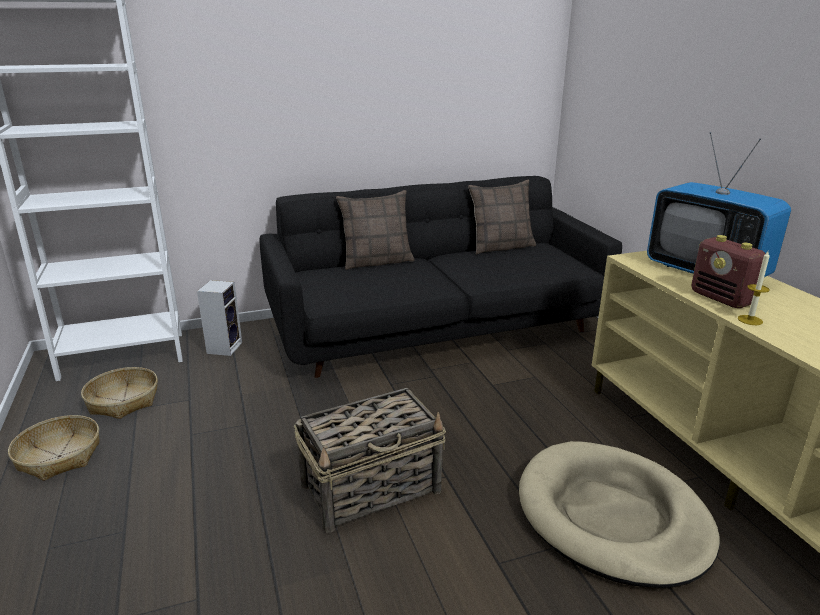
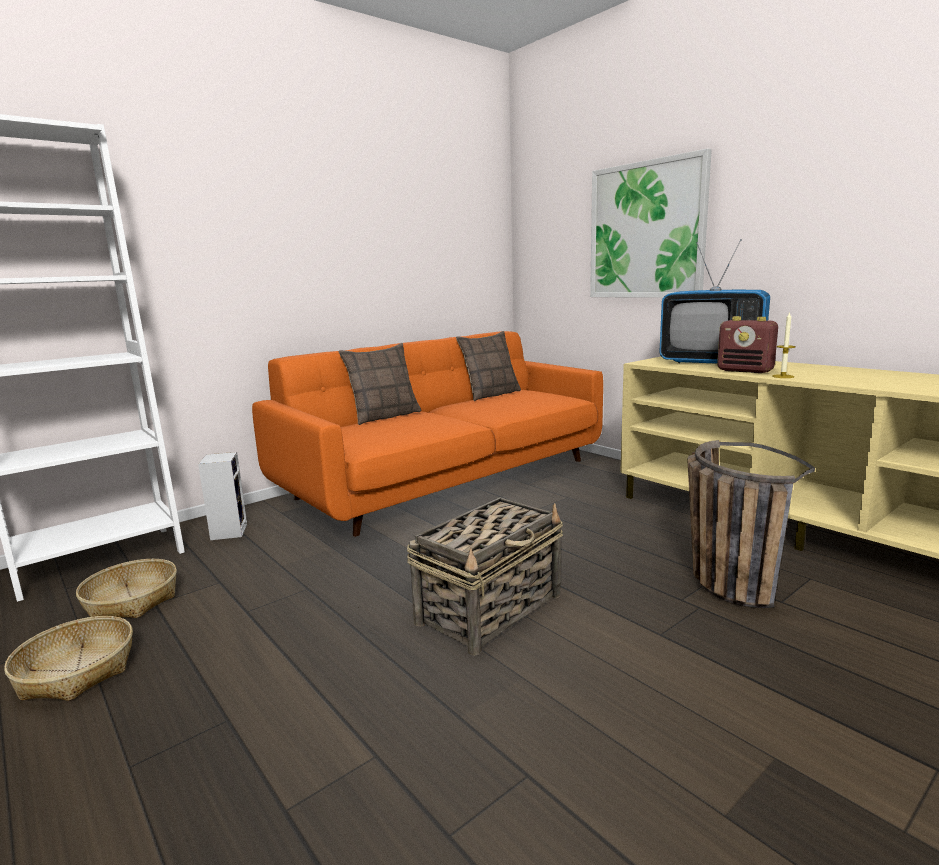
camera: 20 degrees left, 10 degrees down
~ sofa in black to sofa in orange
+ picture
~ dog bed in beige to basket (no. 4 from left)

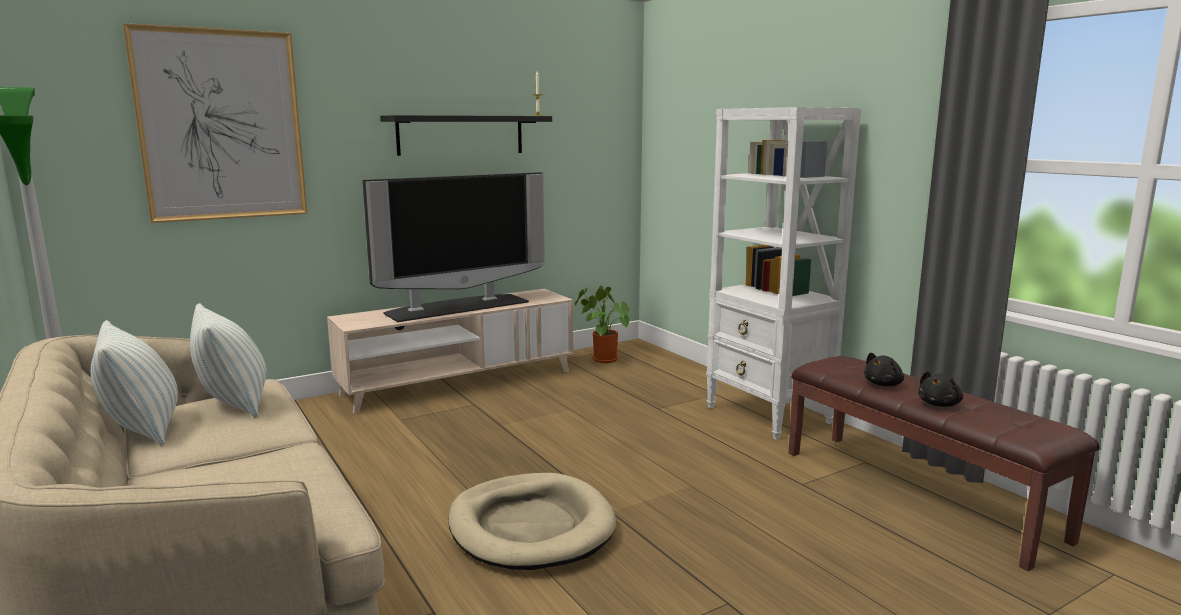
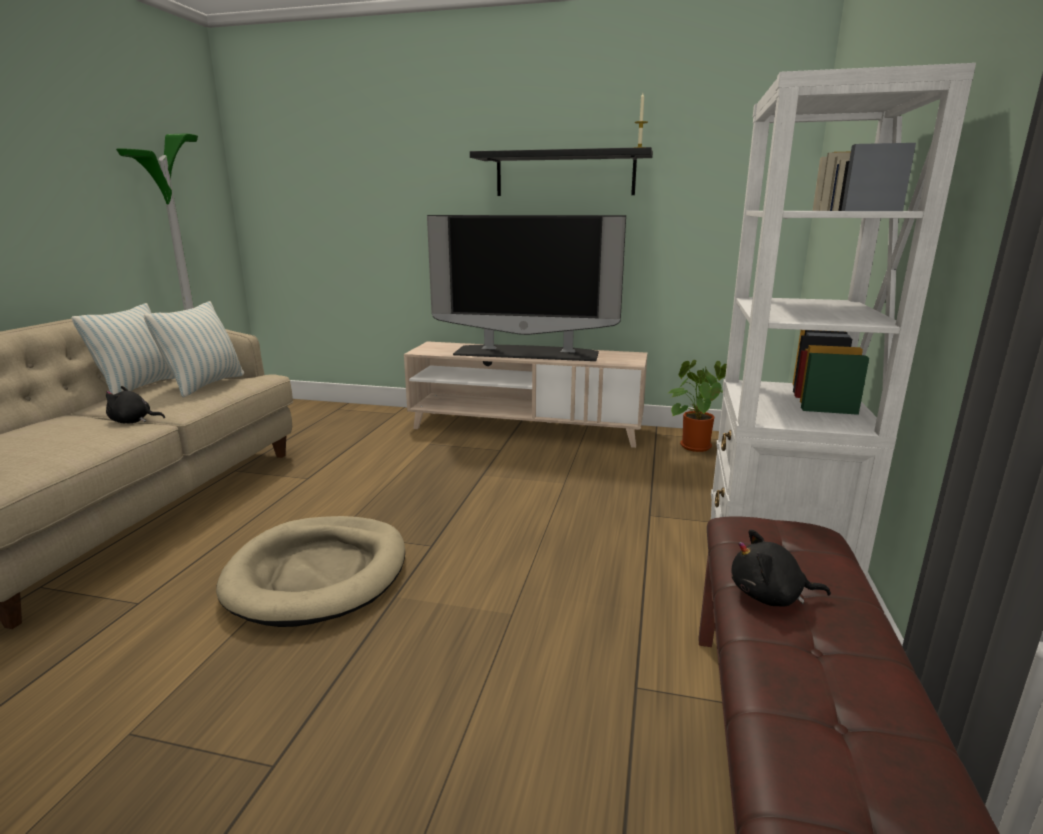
camera: 45 degrees right, 5 degrees up
~ plush toy in black (no. 2 from left in the first image) to plush toy in black (no. 1 from left)
- picture

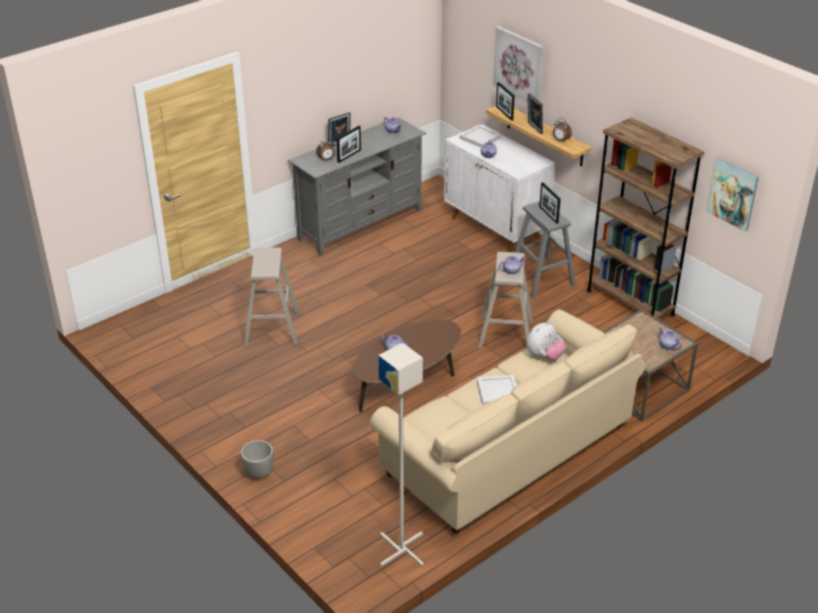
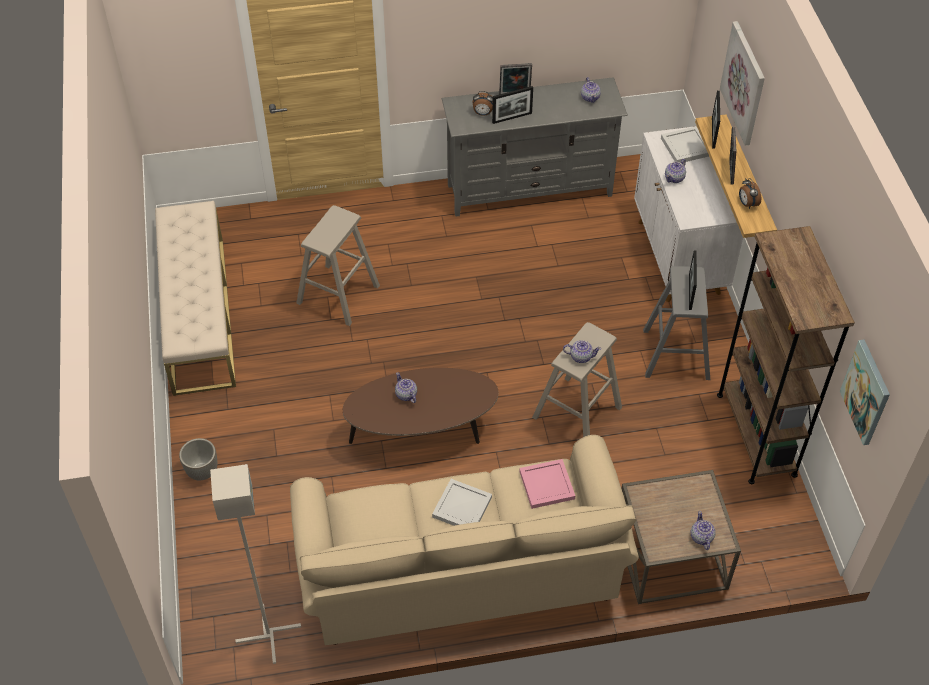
camera: 30 degrees right, 15 degrees up
+ bench in beige
~ plush toy to tray in pink

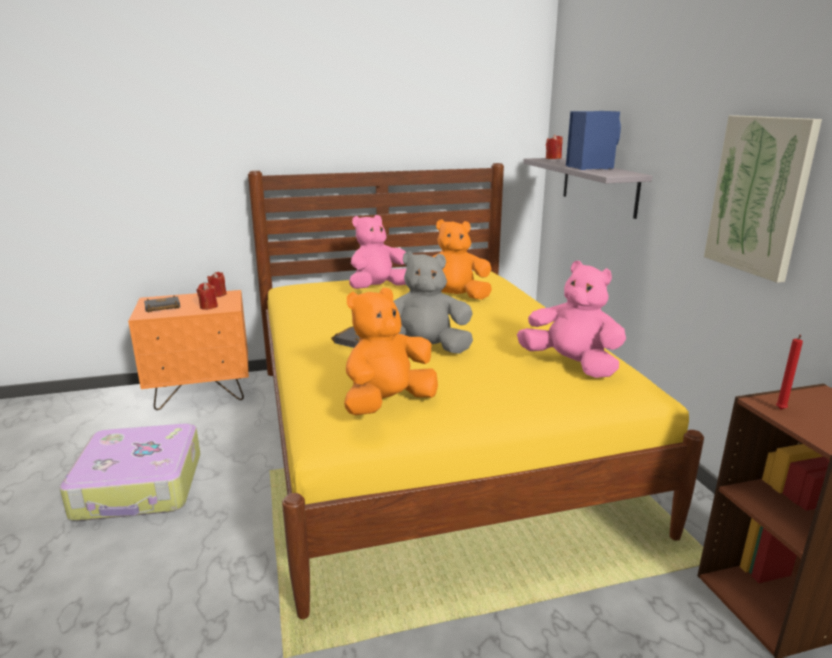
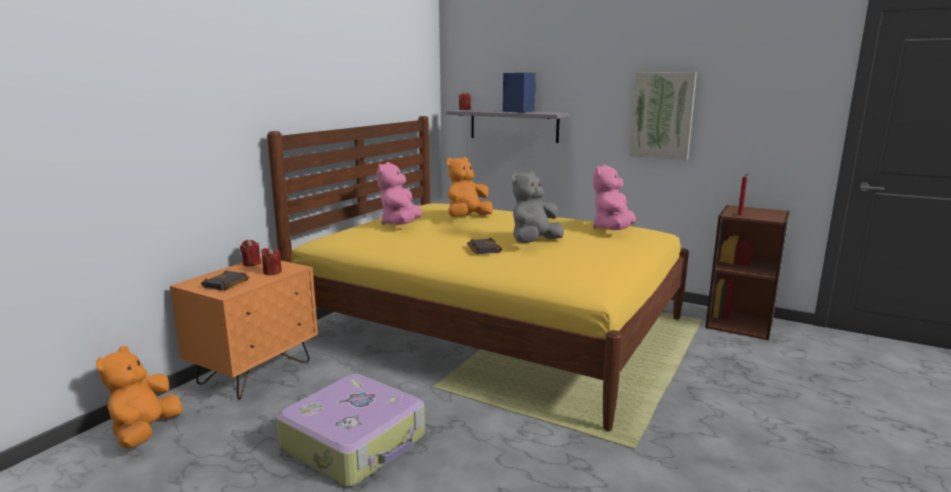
camera: 45 degrees left, 5 degrees down
~ plush toy in orange (no. 1 from left)
~ plush toy in pink (no. 2 from left) 60 degrees counterclockwise

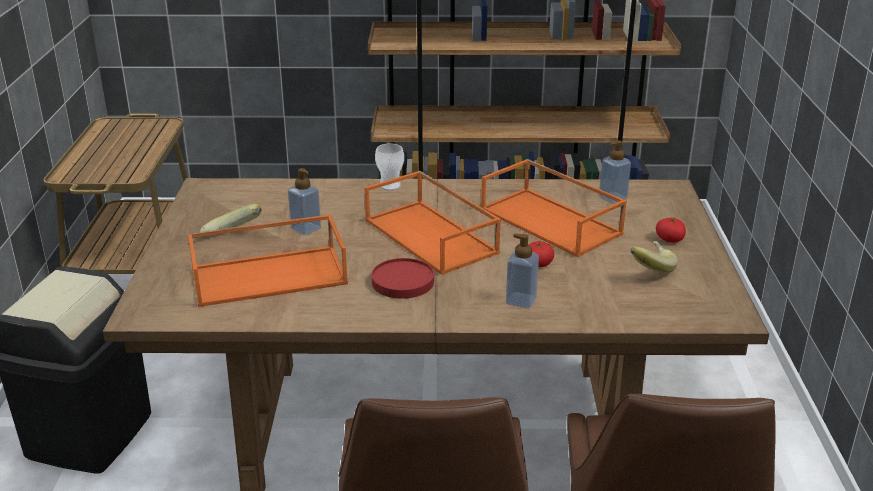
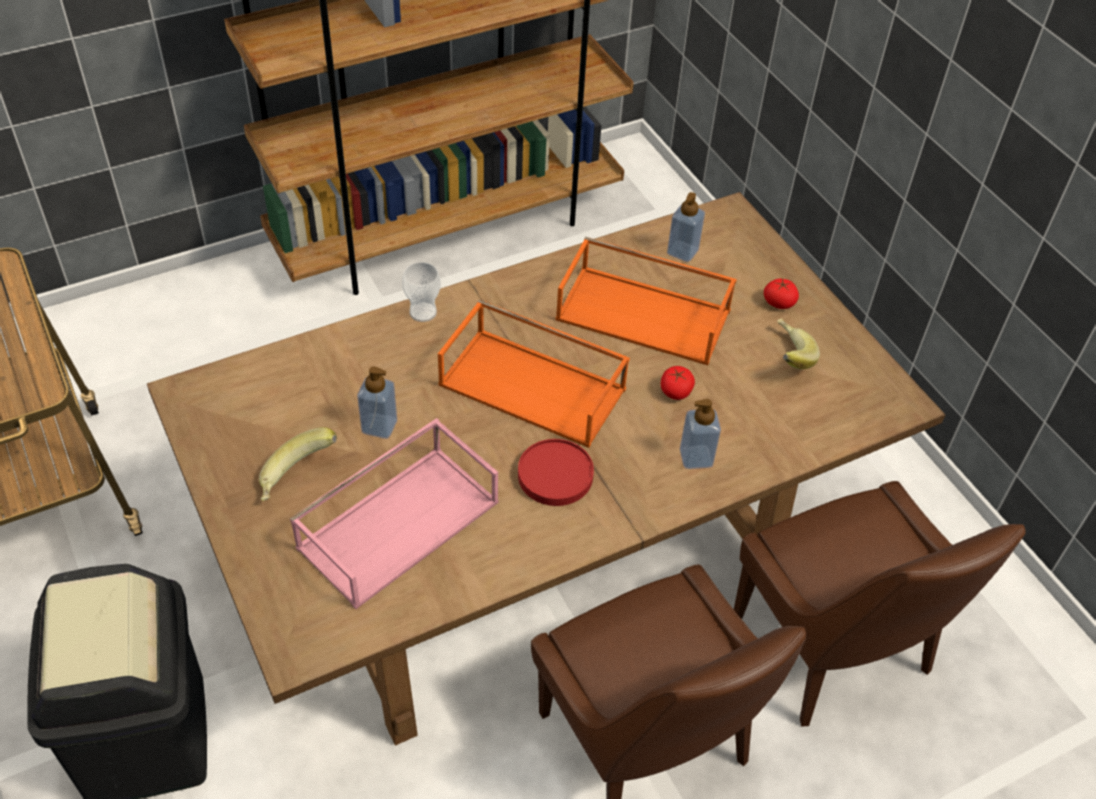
camera: 30 degrees left, 20 degrees up
~ tray in orange (no. 1 from left) to tray in pink

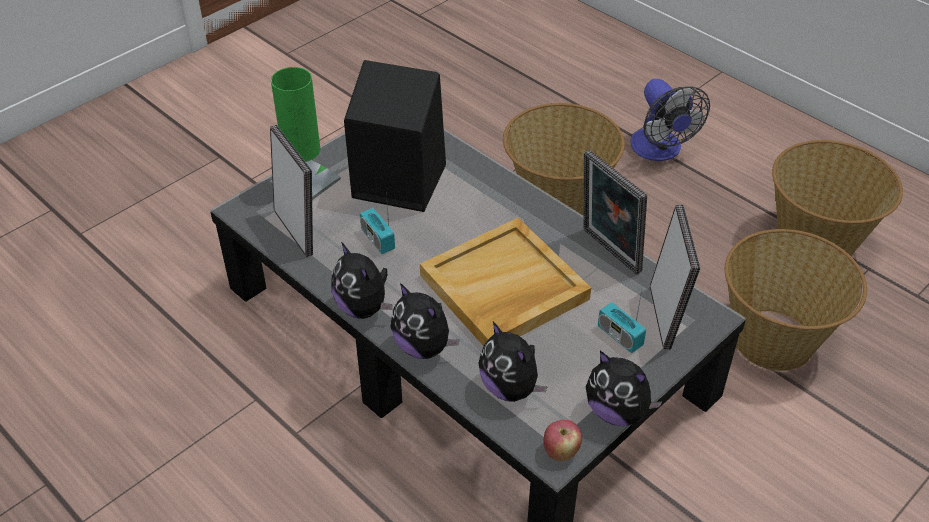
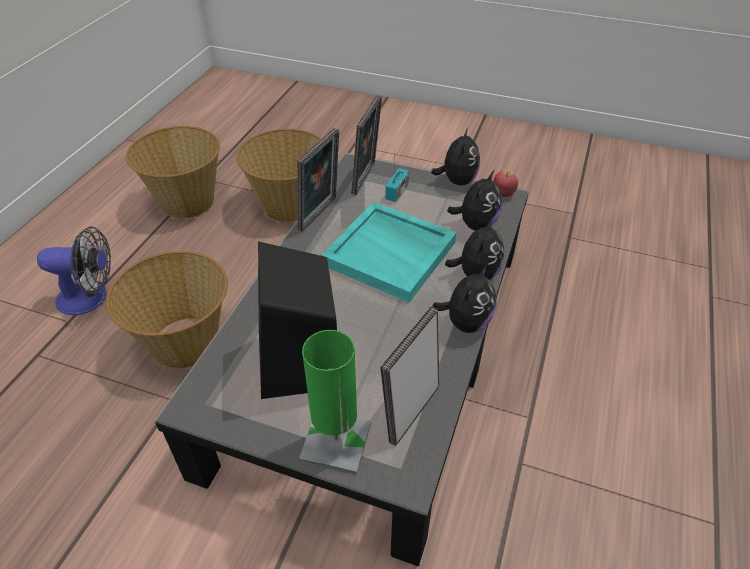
camera: 115 degrees left, 0 degrees up
~ fan 45 degrees clockwise
~ tray in beige to tray in turquoise
~ picture frame (no. 3 from left in the first image) 135 degrees clockwise
- radio (no. 1 from left)

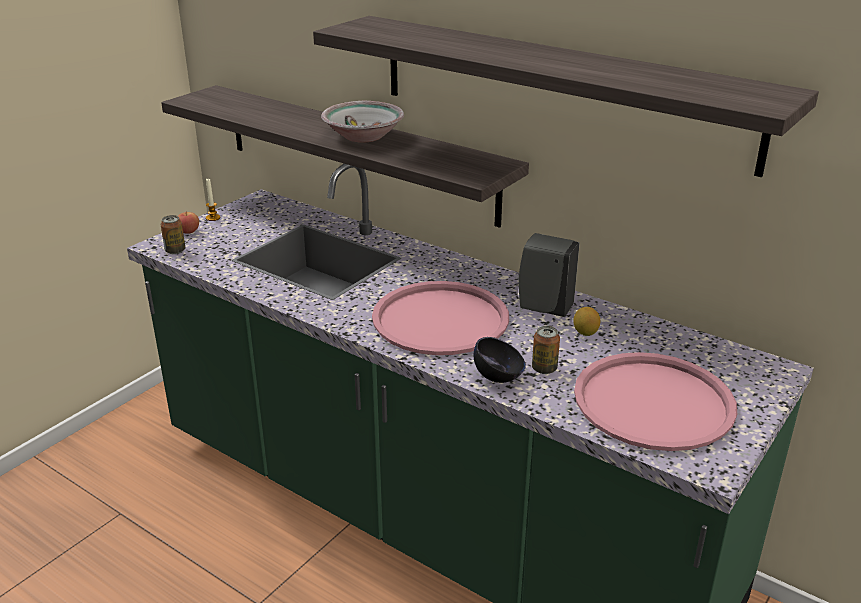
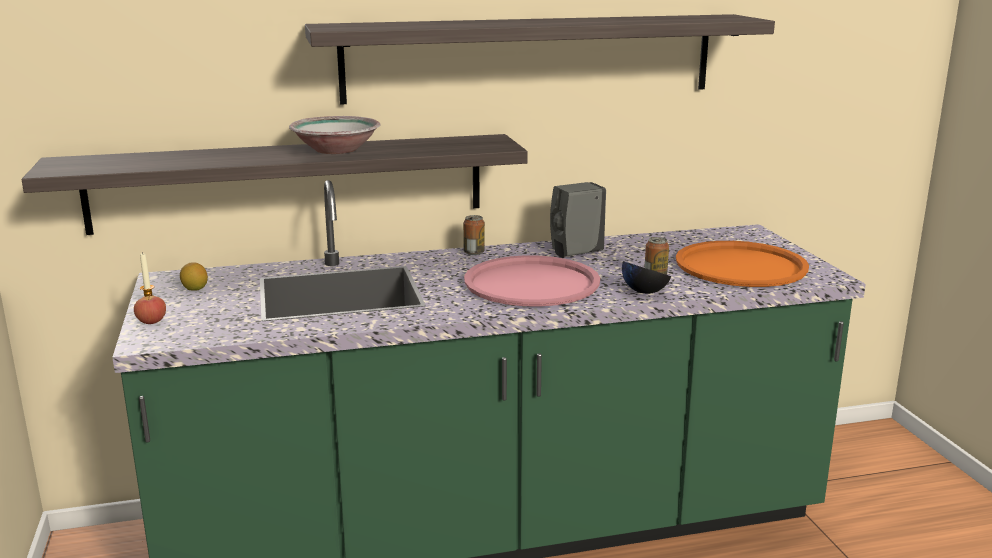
camera: 50 degrees left, 10 degrees down
~ lemon
~ can (no. 1 from left)
~ tray in pink (no. 2 from left) to tray in orange

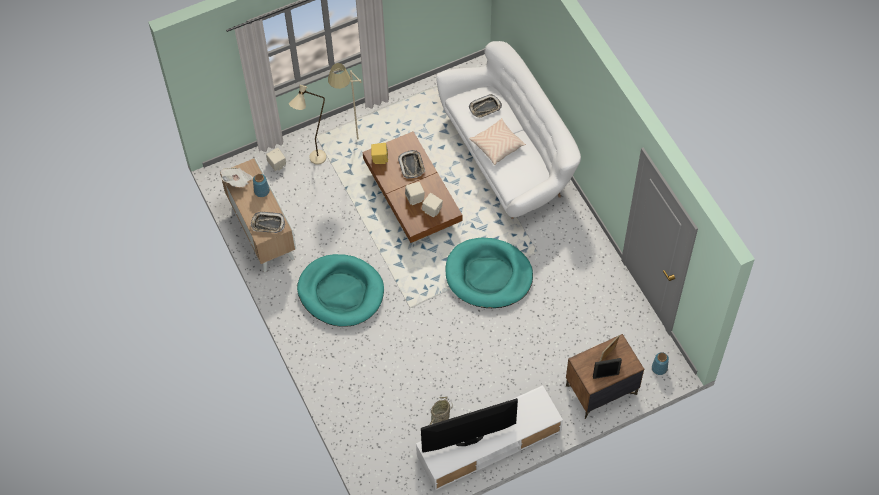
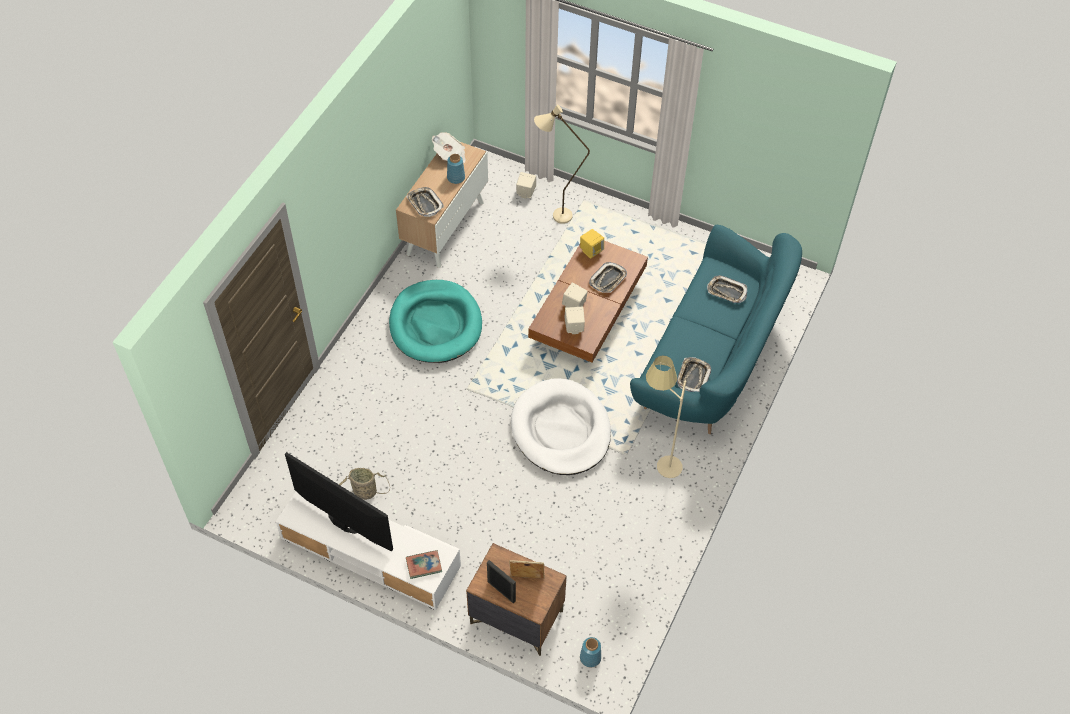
camera: 50 degrees right, 5 degrees down
+ book
~ dog bed in turquoise (no. 2 from left) to dog bed in white
~ sofa in white to sofa in turquoise
~ floor lamp in beige (no. 2 from left)
+ tray (no. 3 from left)
- pillow in beige

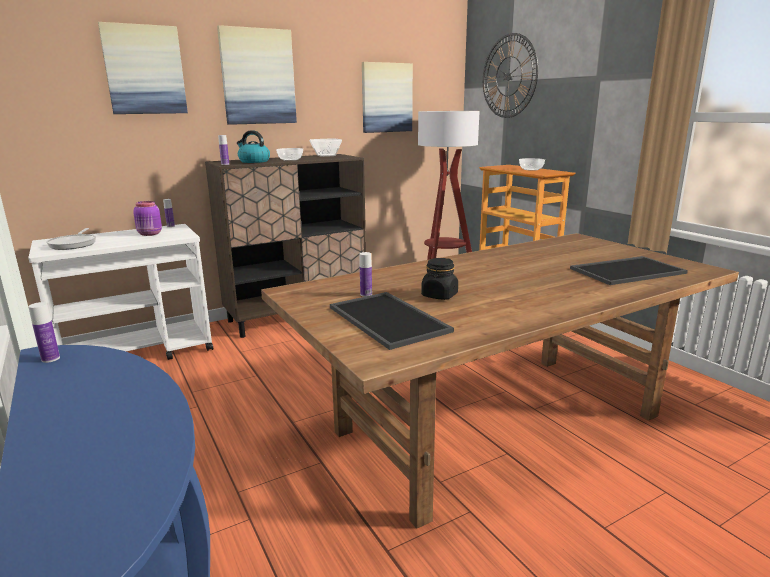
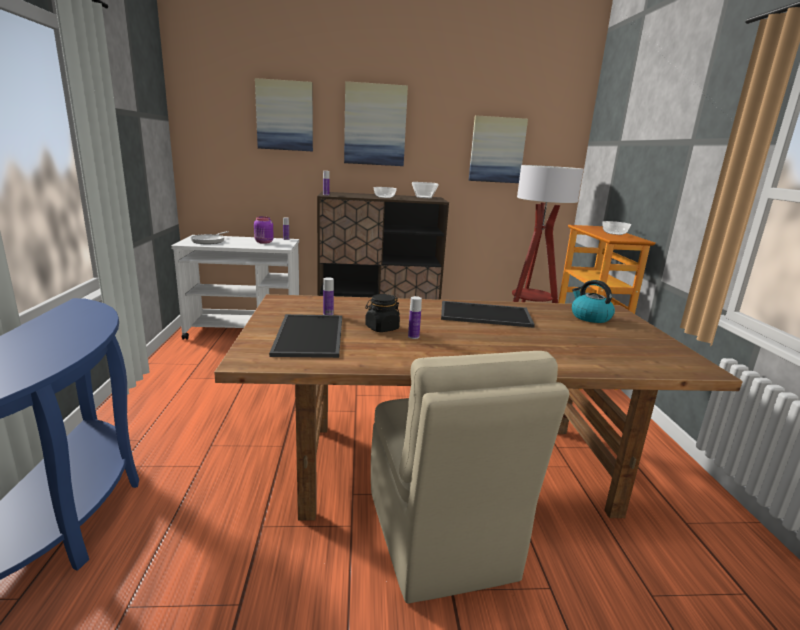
camera: 25 degrees right, 0 degrees up
+ chair in beige
~ bottle (no. 1 from left in the first image) to bottle (no. 4 from left)
~ tray (no. 2 from left)
~ kettle
- wall clock

